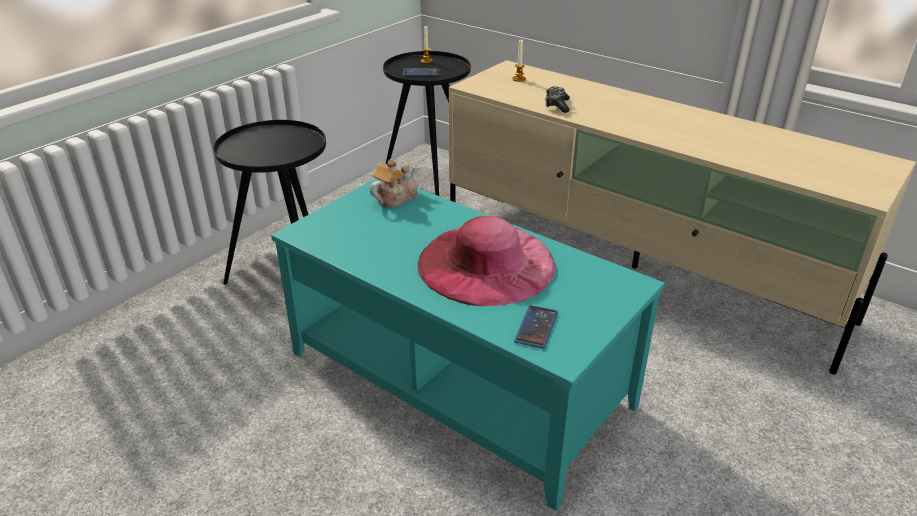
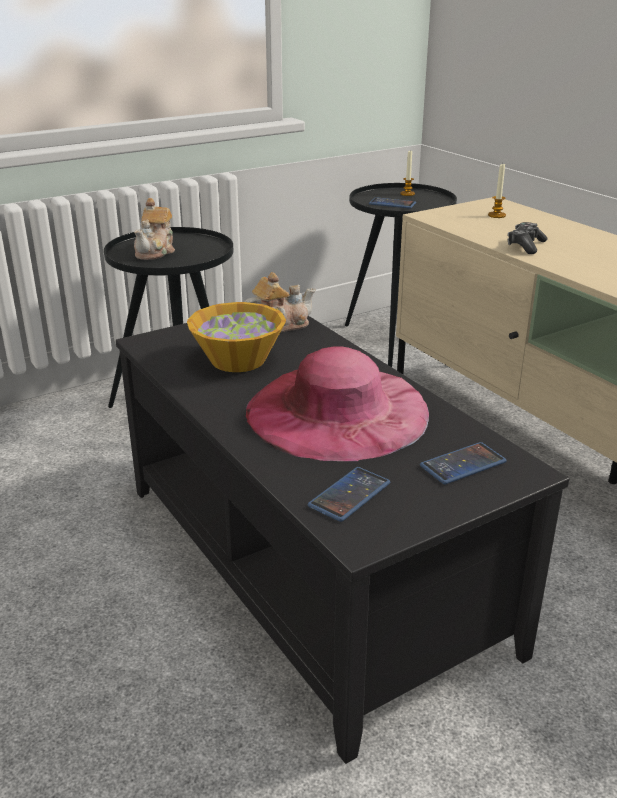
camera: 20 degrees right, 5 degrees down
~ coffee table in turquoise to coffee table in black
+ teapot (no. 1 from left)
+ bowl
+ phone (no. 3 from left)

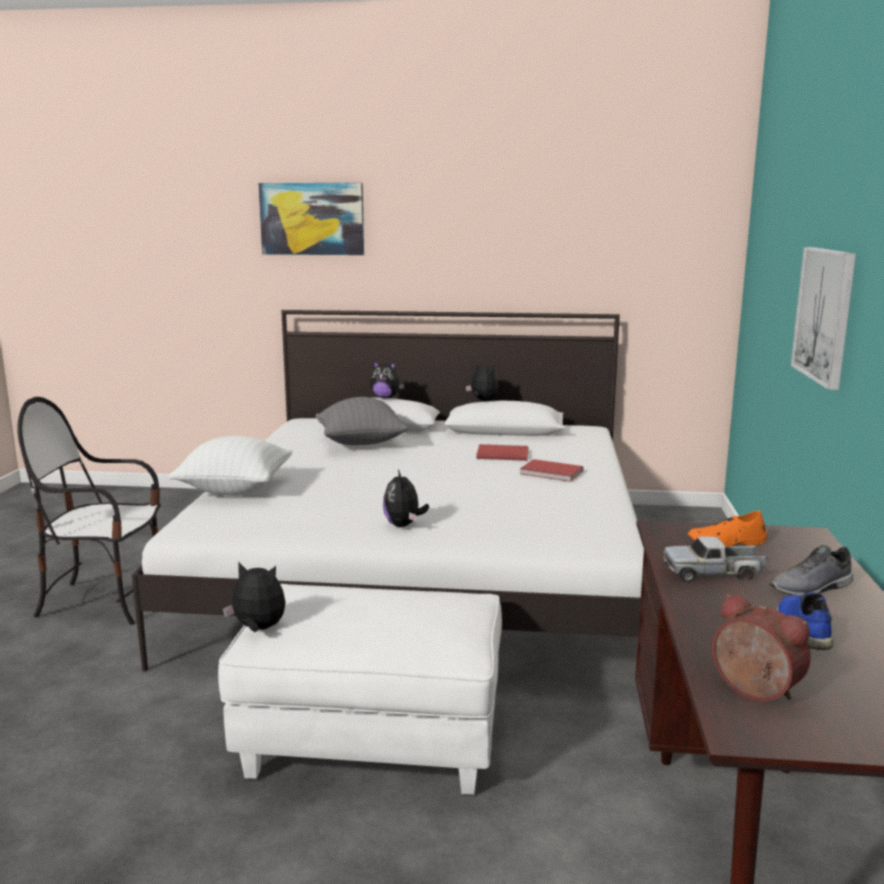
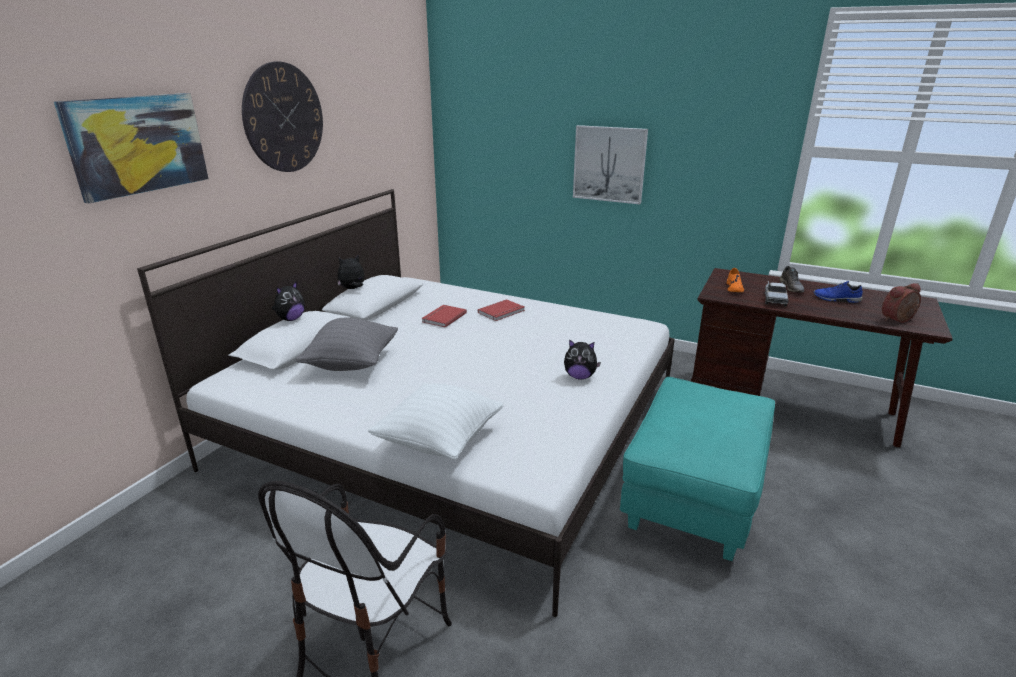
camera: 70 degrees left, 10 degrees up
+ wall clock
~ ottoman in white to ottoman in turquoise
- plush toy (no. 1 from left)

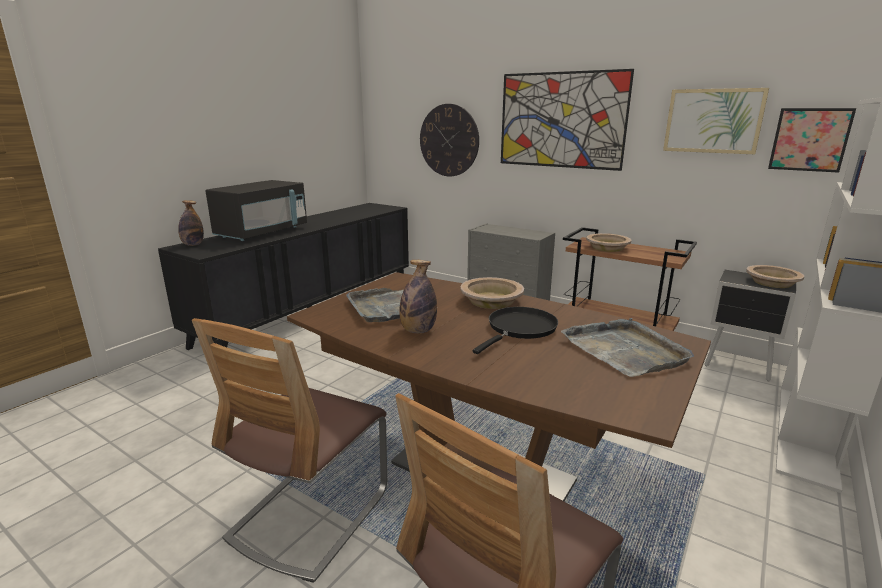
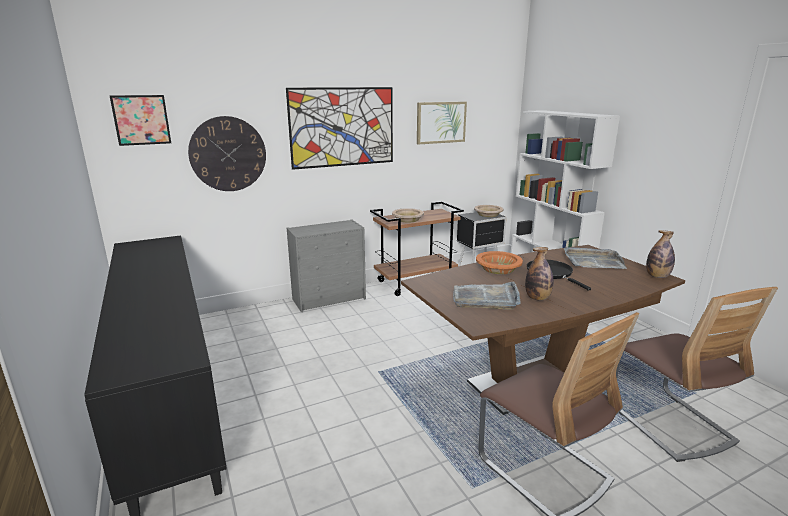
camera: 60 degrees left, 0 degrees up
~ picture (no. 3 from left in the first image) to picture (no. 1 from left)
~ bowl in beige (no. 1 from left) to bowl in orange
~ bottle (no. 1 from left in the first image) to bottle (no. 2 from left)
- microwave in black

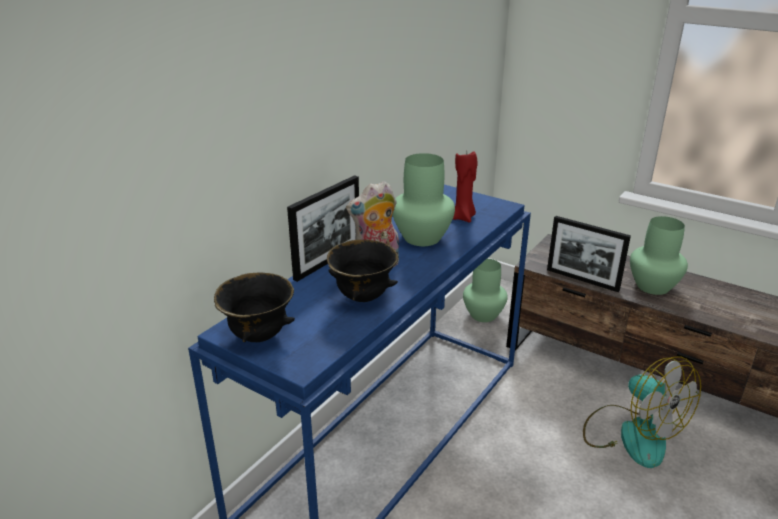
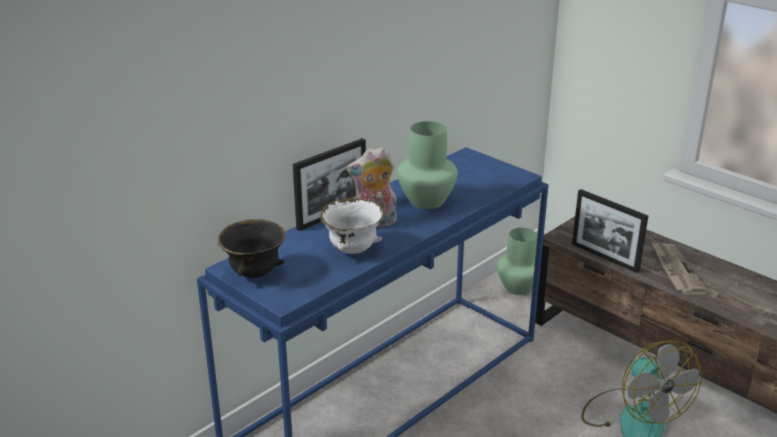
camera: 10 degrees right, 0 degrees up
~ bowl in black (no. 2 from left) to bowl in white
~ vase in green (no. 3 from left) to newspaper
- candle in red

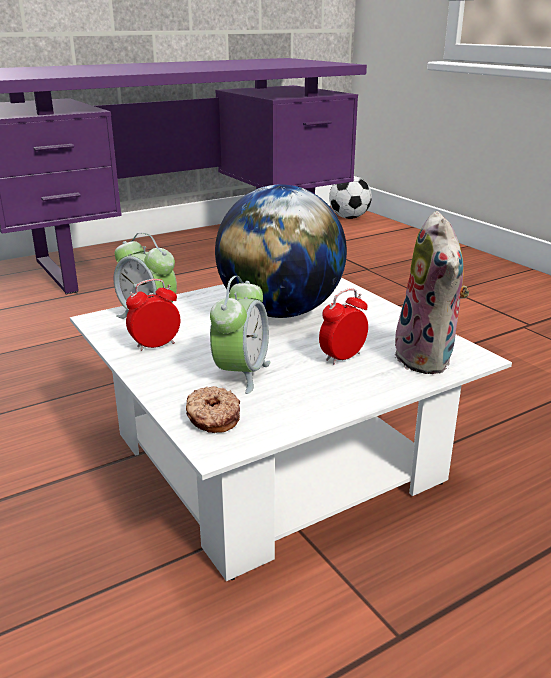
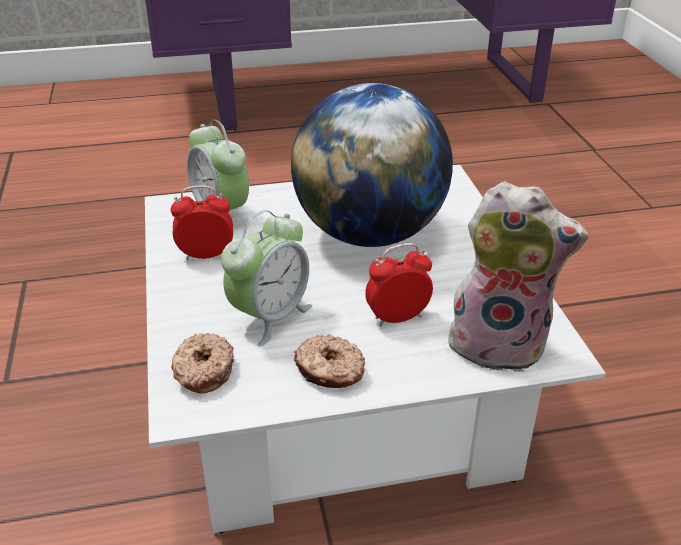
camera: 20 degrees right, 10 degrees up
+ donut (no. 2 from left)
~ plush toy 90 degrees counterclockwise
- football

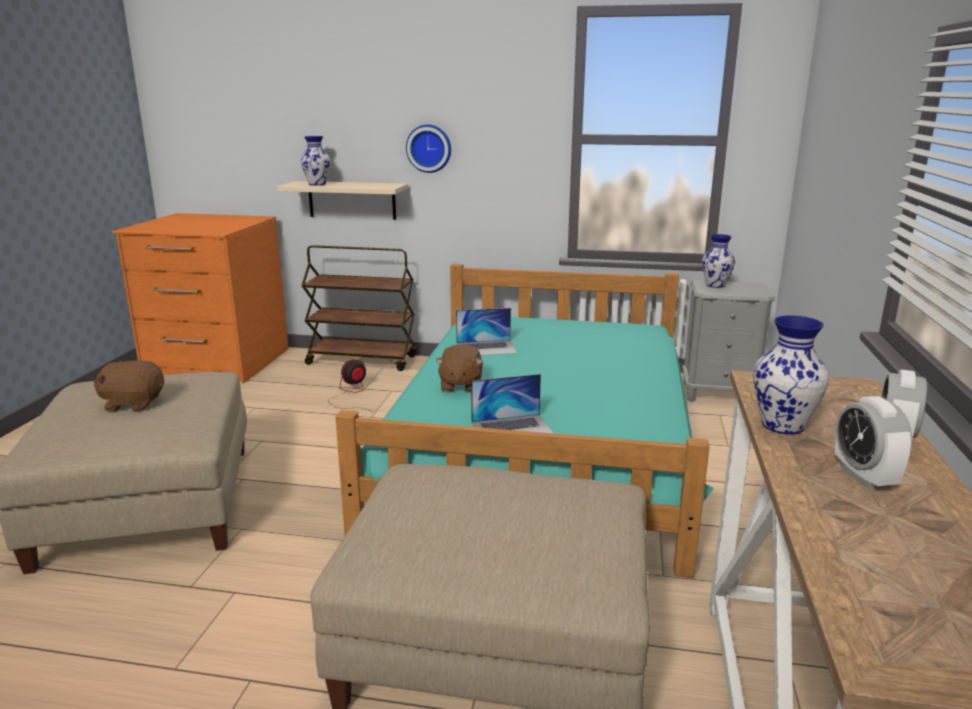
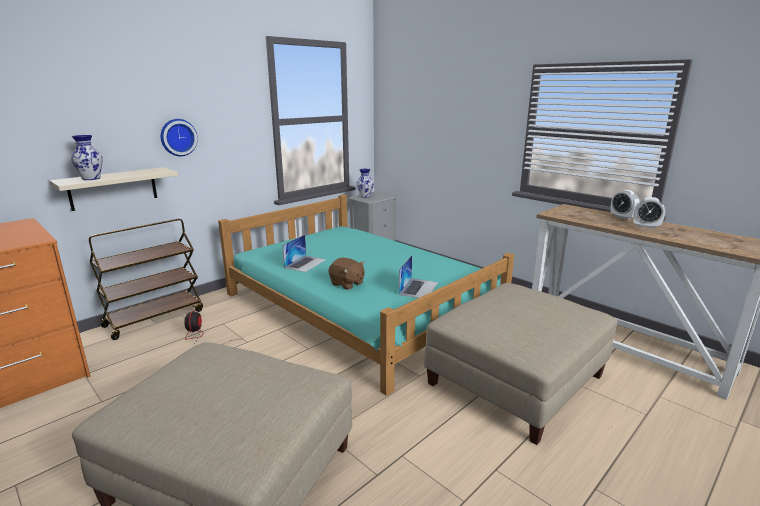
camera: 55 degrees left, 0 degrees up
- plush toy in brown (no. 1 from left)
- vase (no. 3 from left)

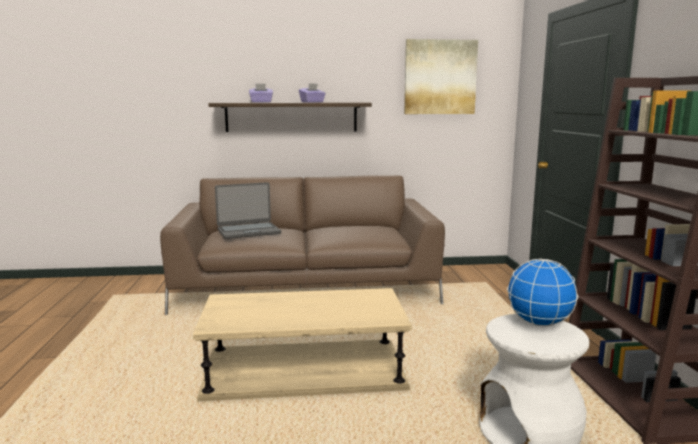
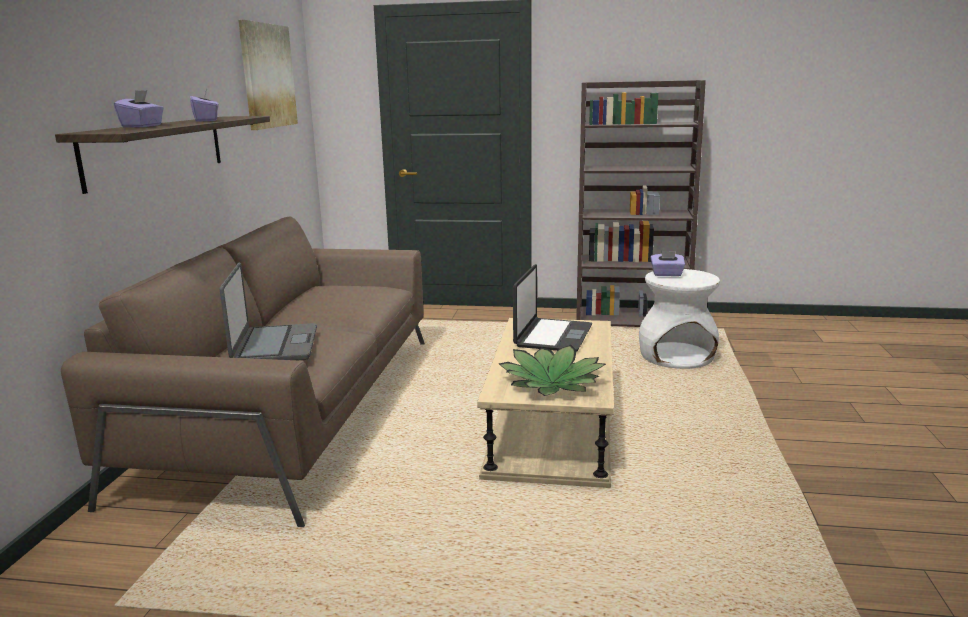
camera: 75 degrees left, 5 degrees up
+ potted plant
+ laptop (no. 2 from left)
~ globe to tissue box in purple (no. 3 from left)

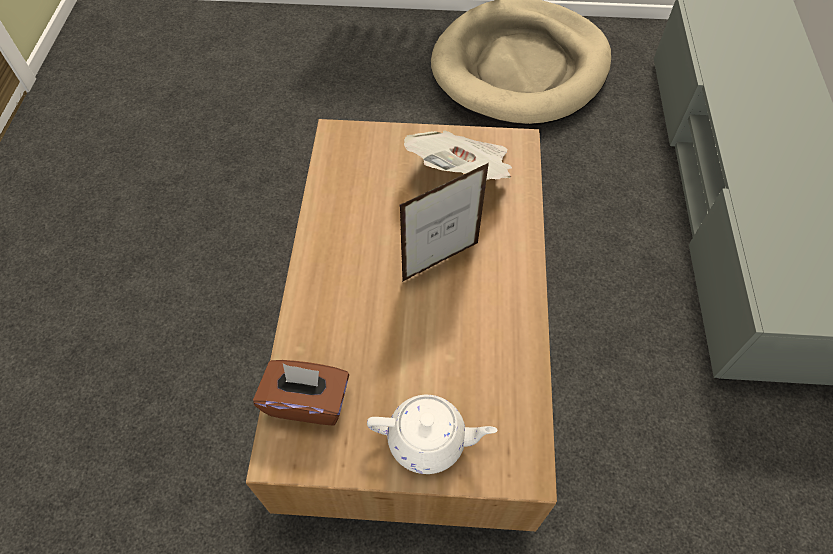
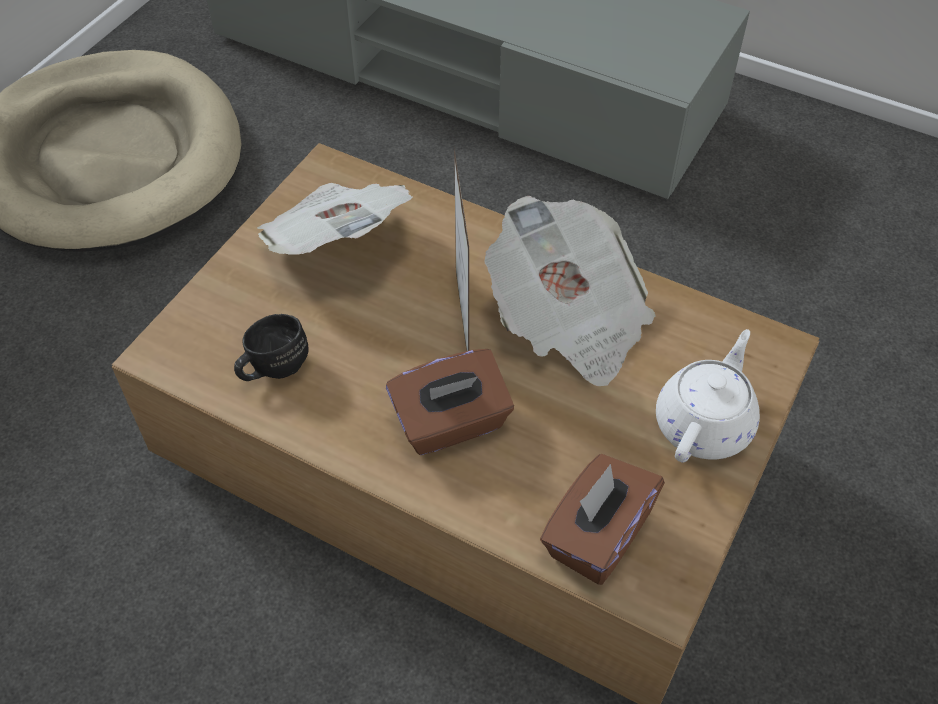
camera: 65 degrees left, 5 degrees down
+ mug in black
+ tissue box in brown (no. 1 from left)
+ newspaper (no. 2 from left)

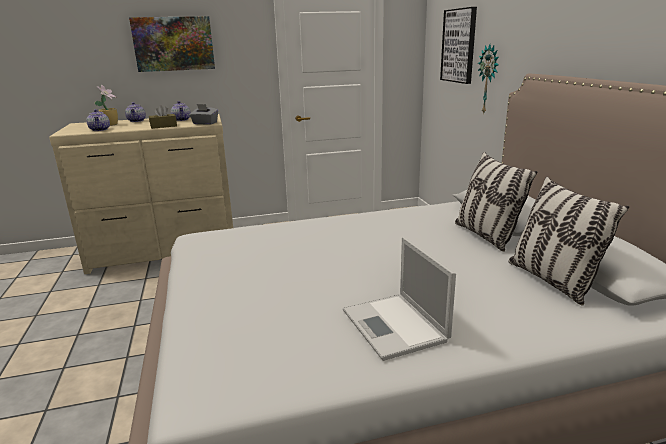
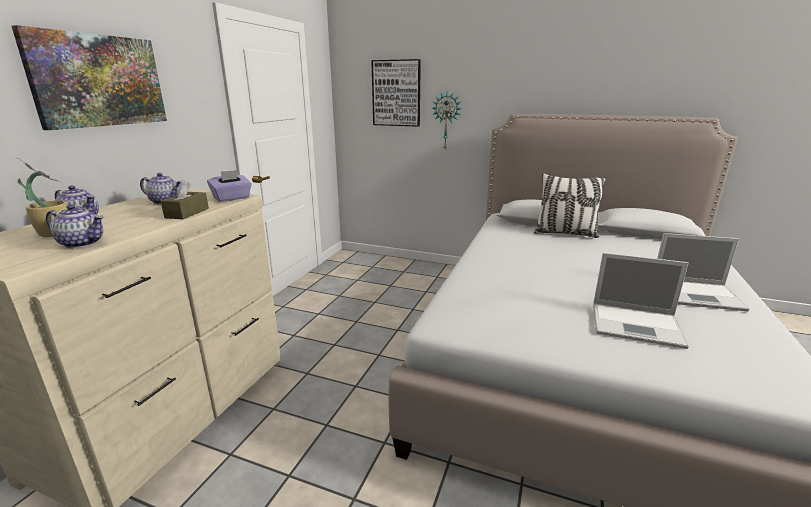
camera: 55 degrees left, 0 degrees up
~ tissue box in grey to tissue box in purple
+ laptop (no. 1 from left)
- pillow (no. 2 from left)

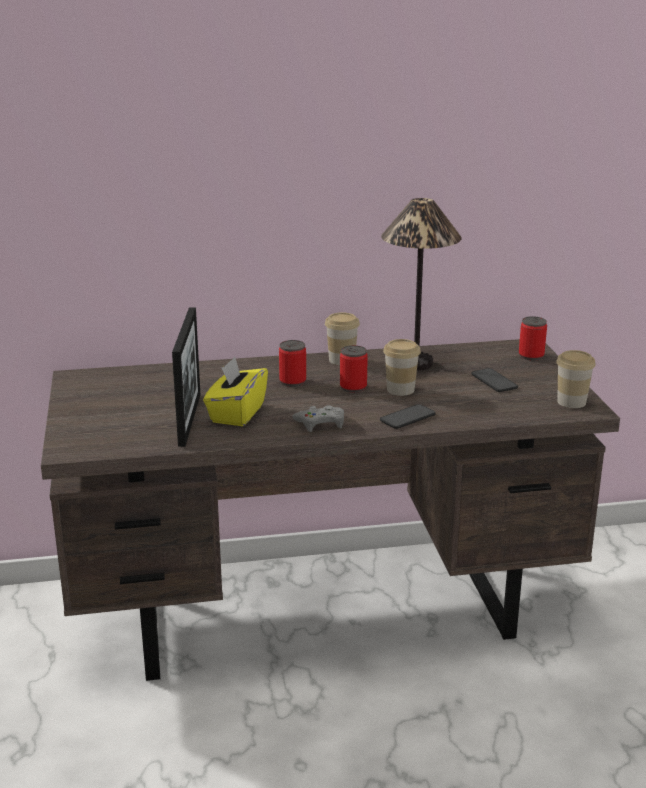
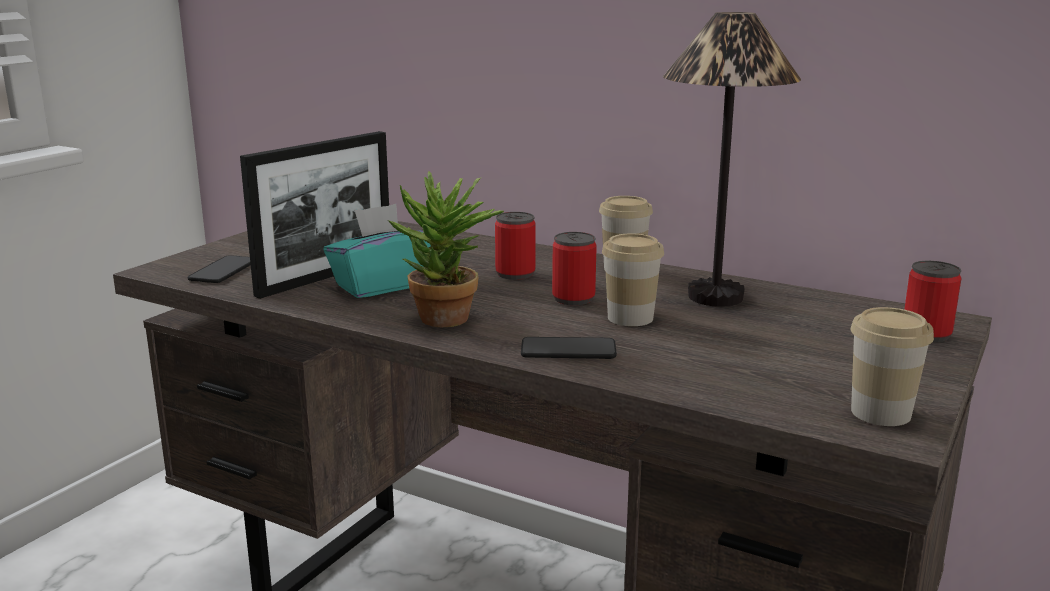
camera: 40 degrees right, 5 degrees down
~ phone (no. 2 from left in the first image) to phone (no. 1 from left)
~ tissue box in yellow to tissue box in turquoise
~ game controller in grey to potted plant

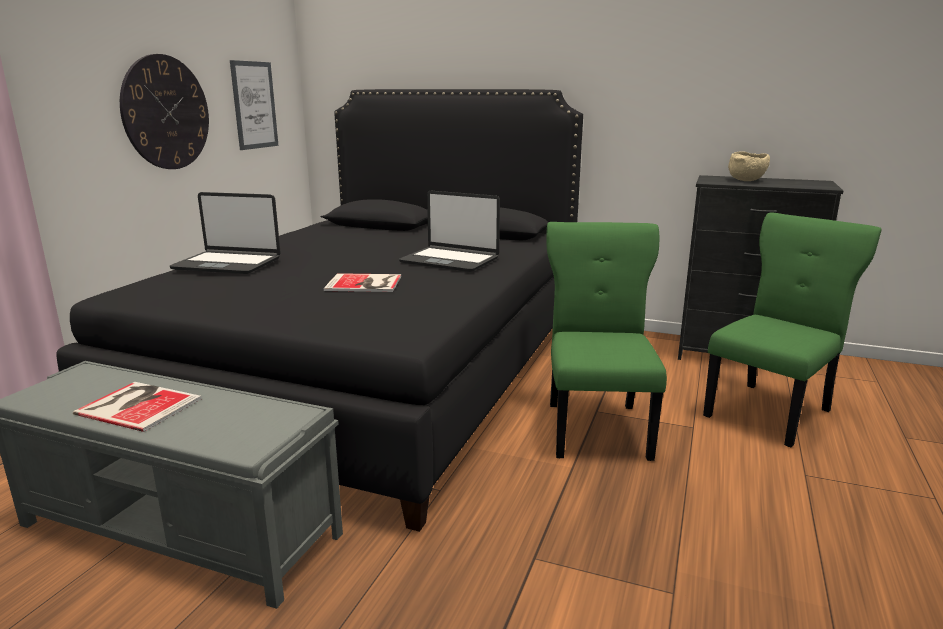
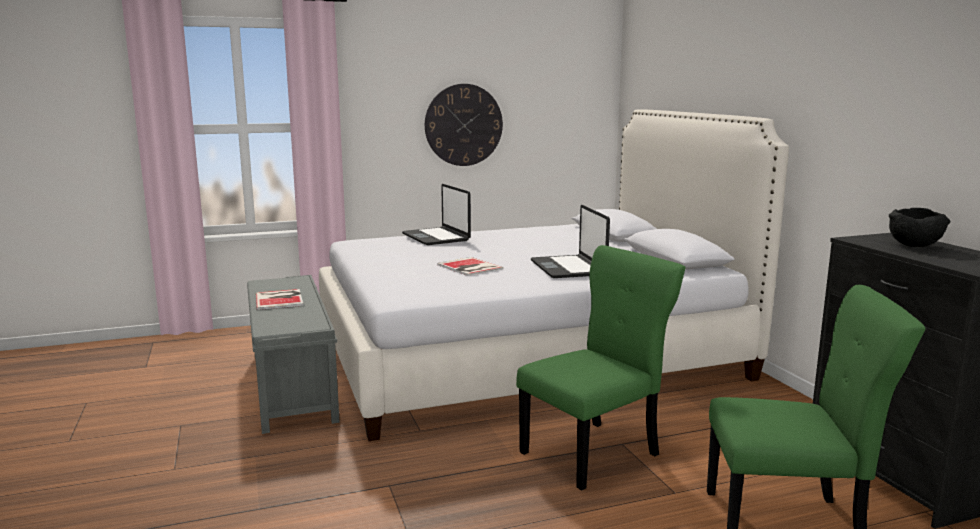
camera: 50 degrees right, 5 degrees down
~ bed in black to bed in white
~ bowl in beige to bowl in black
- picture

